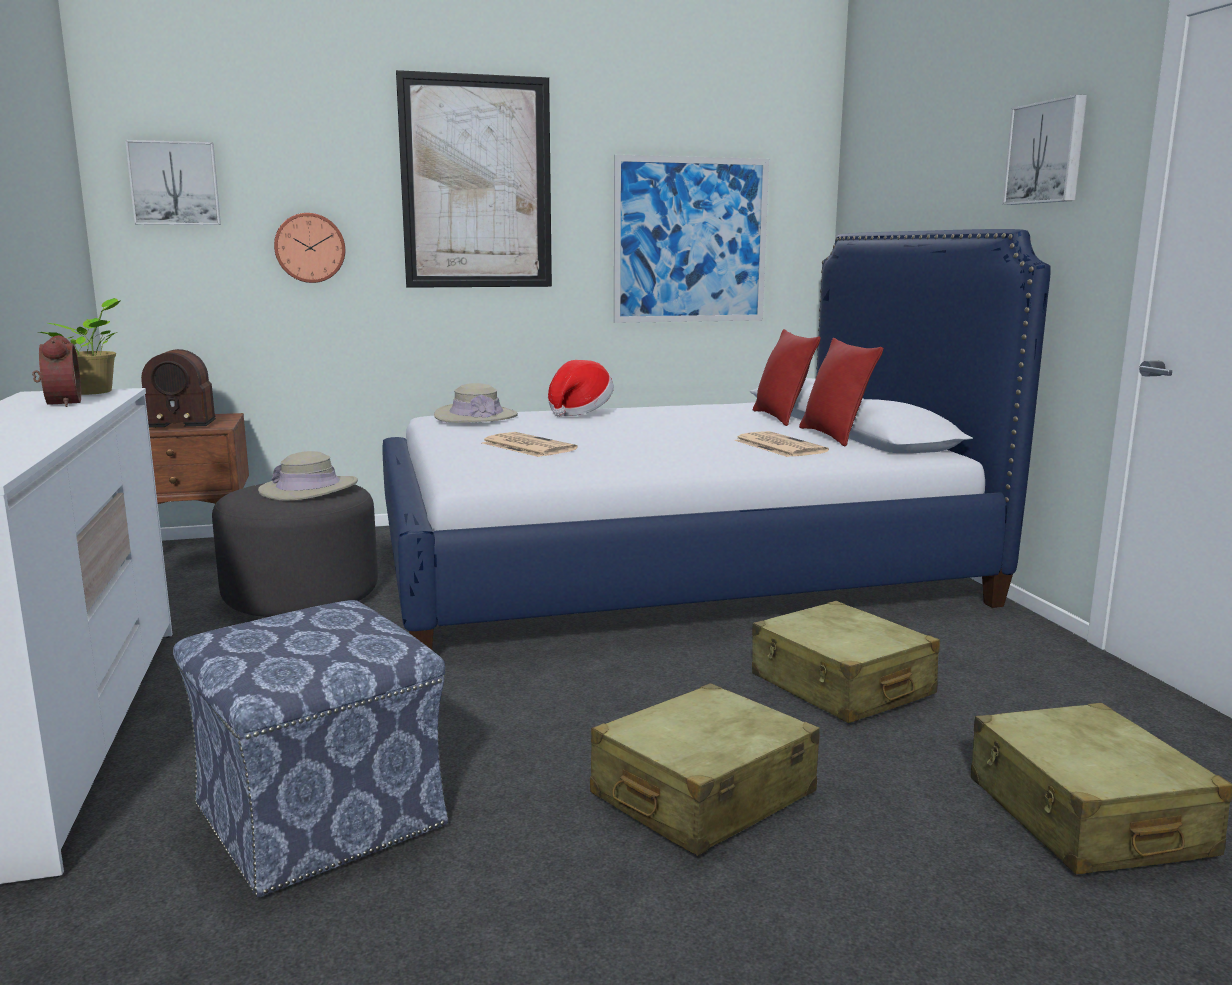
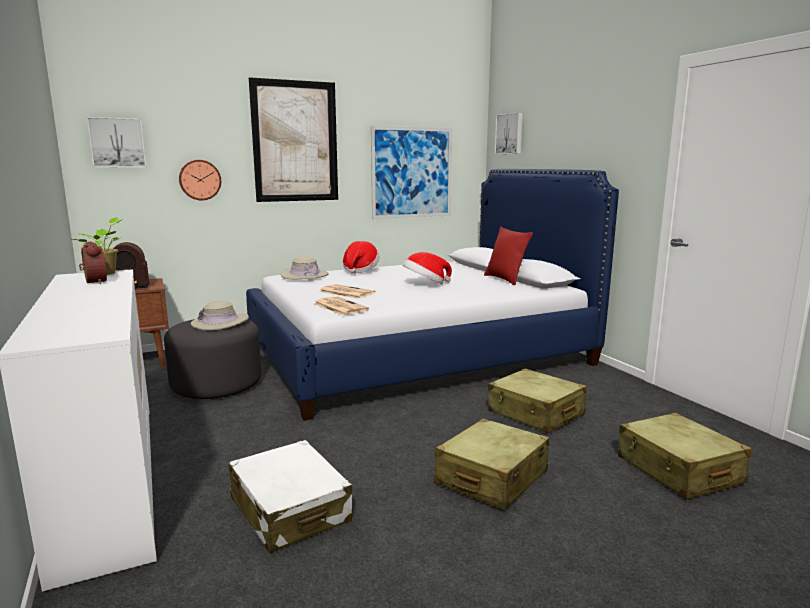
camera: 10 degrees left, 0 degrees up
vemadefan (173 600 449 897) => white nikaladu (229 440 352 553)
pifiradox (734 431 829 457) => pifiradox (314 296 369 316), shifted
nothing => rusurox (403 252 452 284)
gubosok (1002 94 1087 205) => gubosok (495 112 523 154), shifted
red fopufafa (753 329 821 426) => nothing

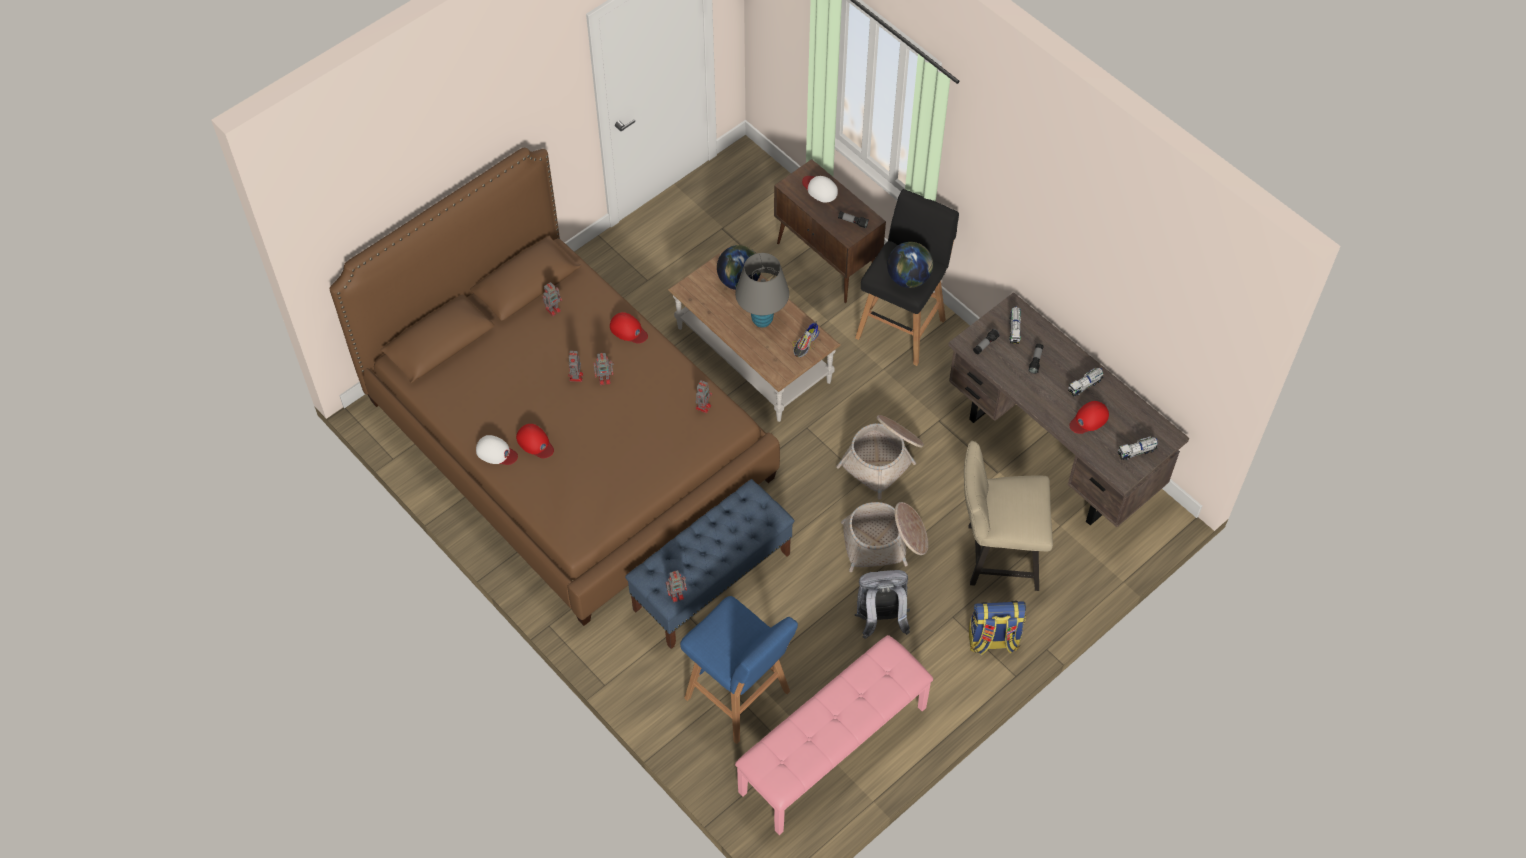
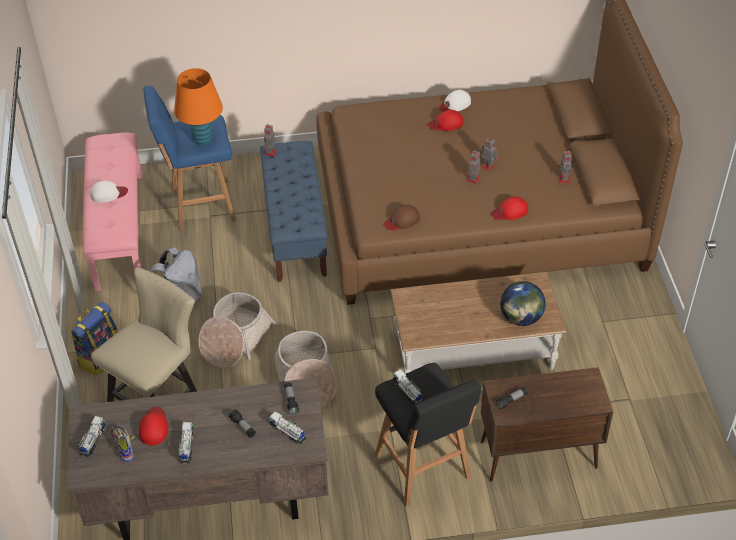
camera: 125 degrees right, 10 degrees down
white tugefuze (802 176 838 203) => white tugefuze (90 181 128 203), shifted
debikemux (792 321 819 357) => debikemux (111 425 135 462), shifted
nothing => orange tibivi (174 68 223 145)
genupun (695 380 712 413) => brown tugefuze (384 205 420 231)
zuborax (887 242 933 288) => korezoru (393 369 423 404)
grey tibivi (735 253 789 328) => nothing

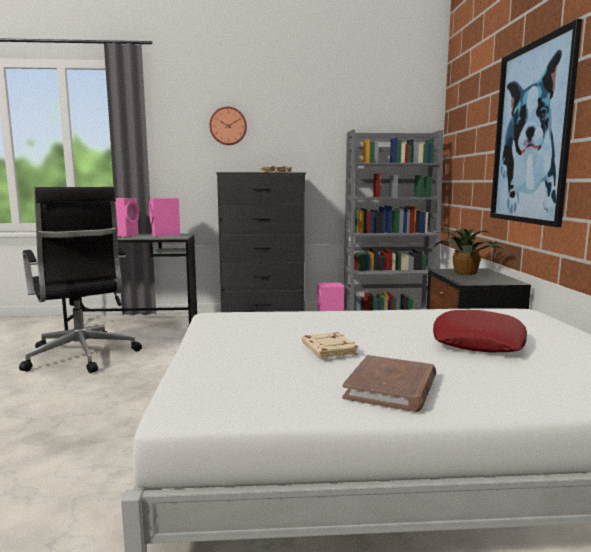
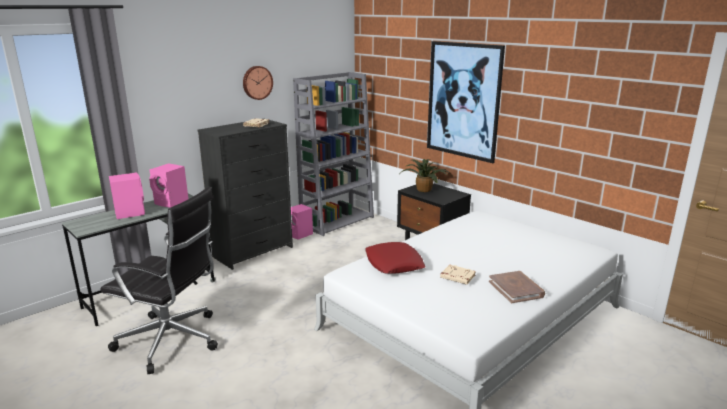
camera: 40 degrees left, 10 degrees up
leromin (209 107 247 145) => leromin (243 66 273 100), shifted
red fopufafa (433 310 527 353) => red fopufafa (366 242 425 274), shifted

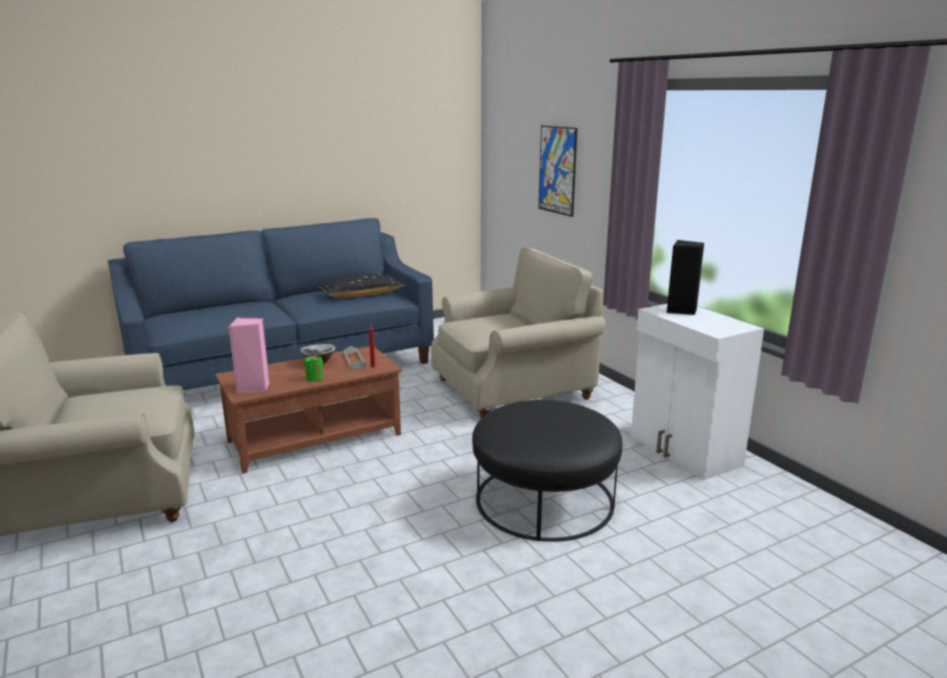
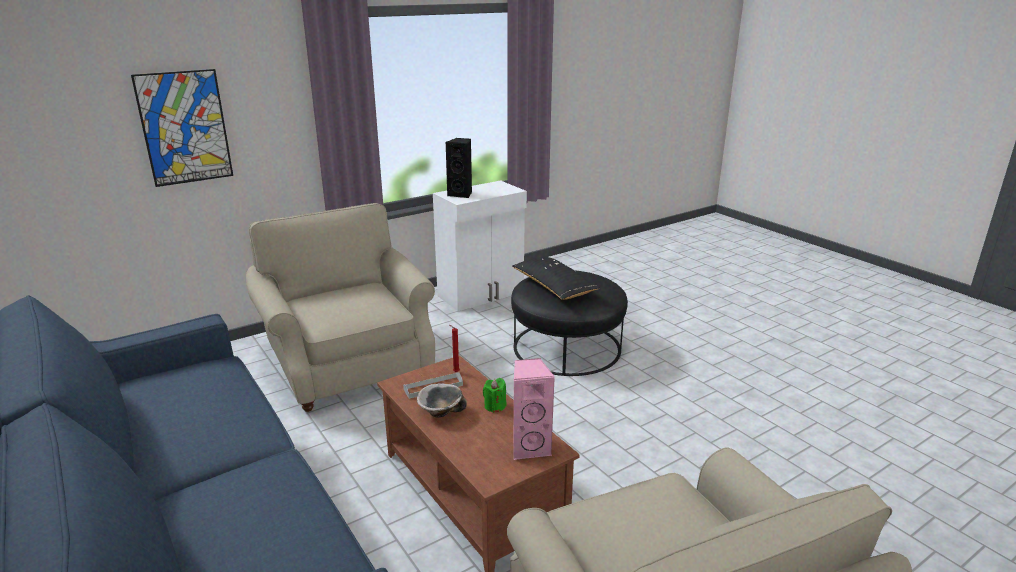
camera: 95 degrees left, 5 degrees up
black fopufafa (319 274 405 298) => black fopufafa (512 256 600 300), shifted

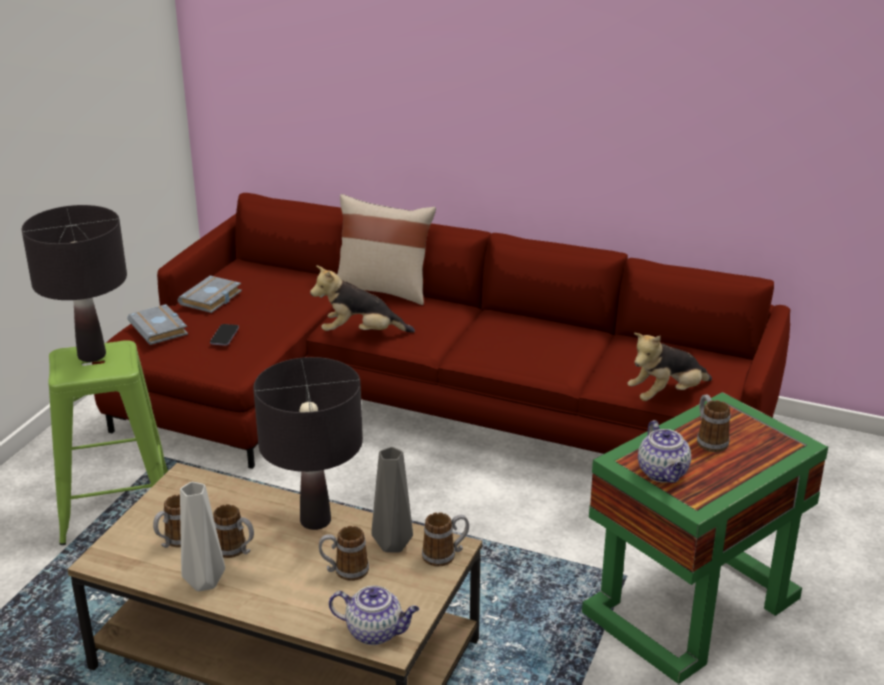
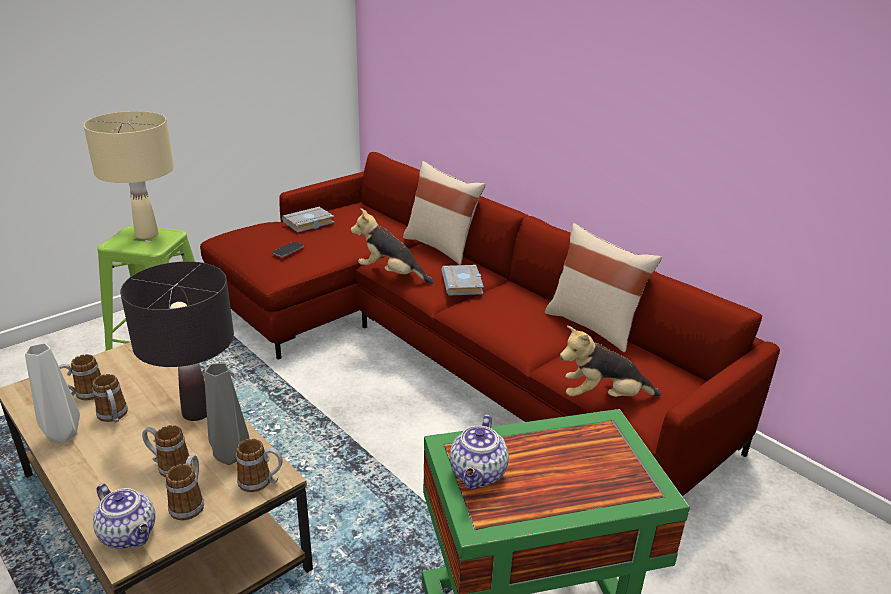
camera: 25 degrees right, 0 degrees up
black tibivi (22 205 127 362) => beige tibivi (84 111 174 239)
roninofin (697 394 730 452) => roninofin (166 455 204 520), shifted
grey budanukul (127 304 188 345) => grey budanukul (441 265 484 296), shifted
nothing => beige fopufafa (545 223 662 352)

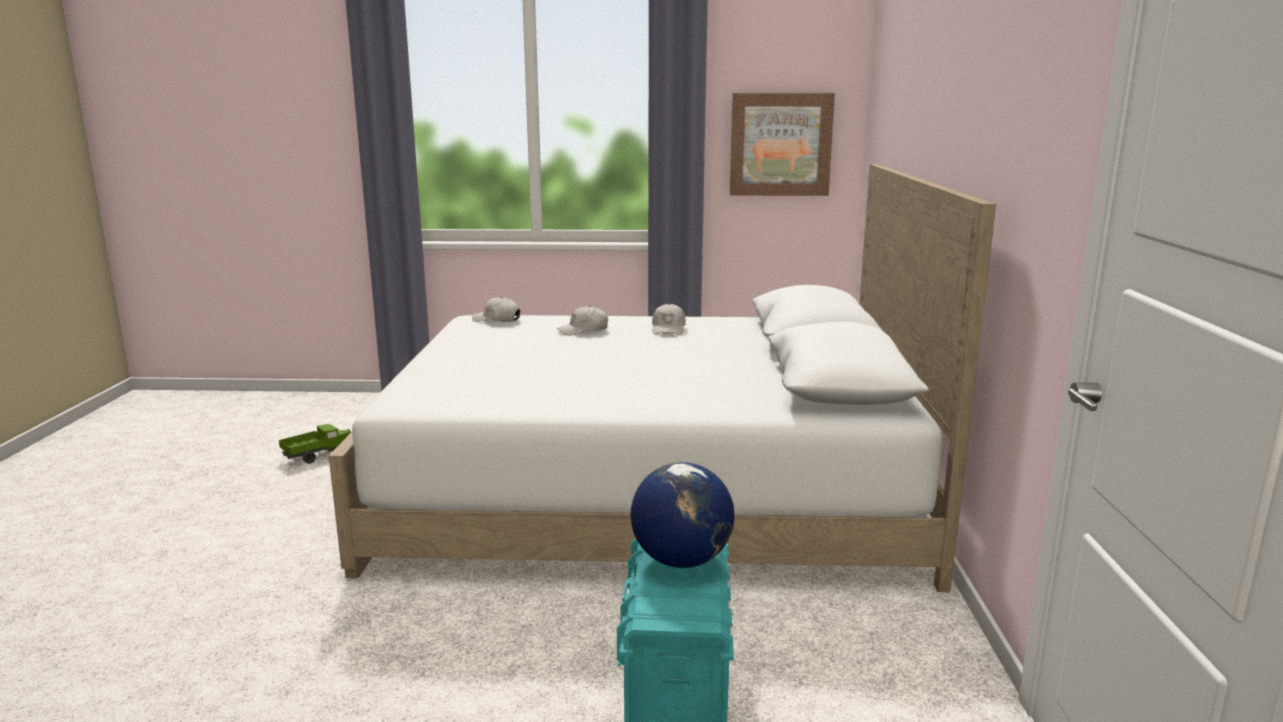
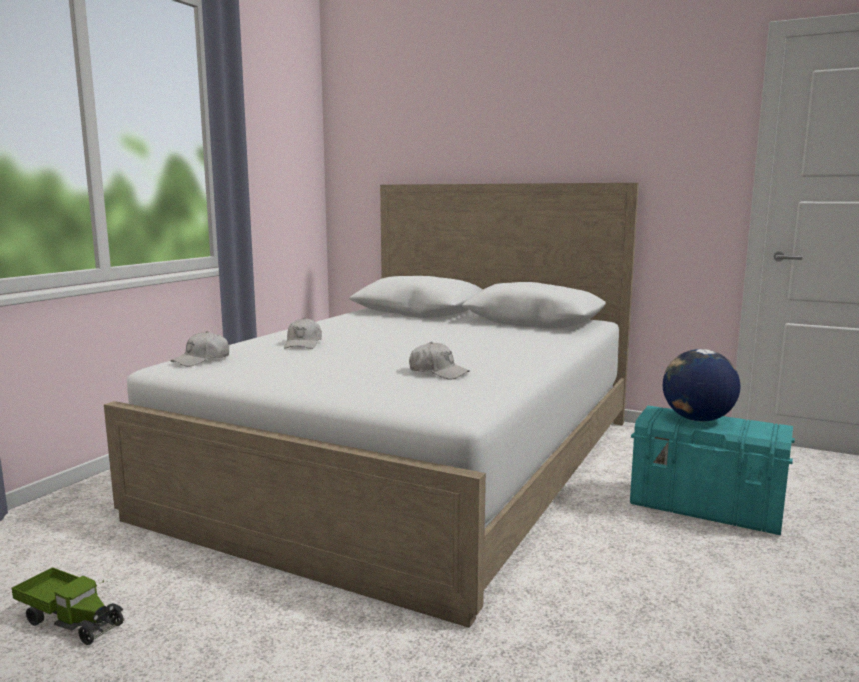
camera: 65 degrees left, 5 degrees down
korezoru (279 424 351 464) => korezoru (12 567 124 645), 135 degrees clockwise
white tugefuze (652 303 686 335) => white tugefuze (409 342 470 380), shifted
gubosok (730 93 835 196) => nothing

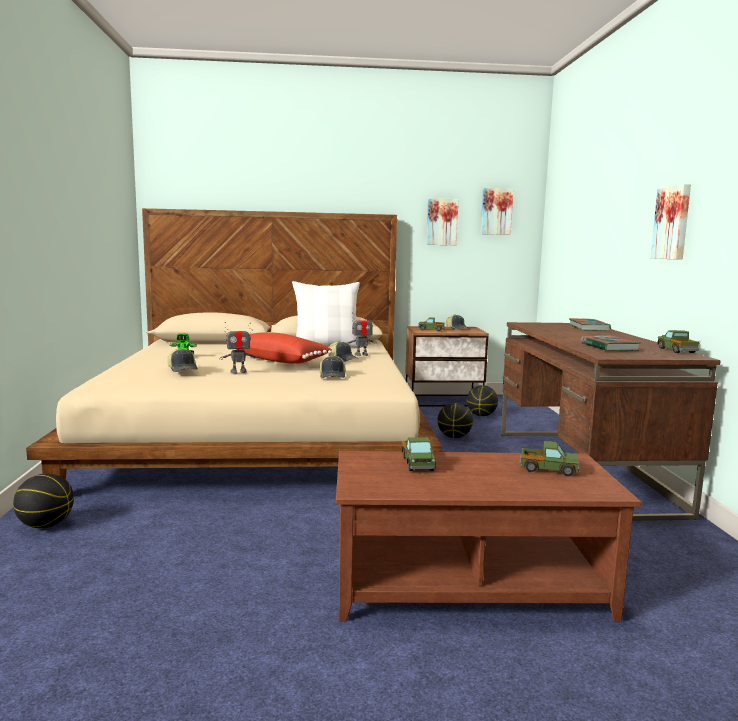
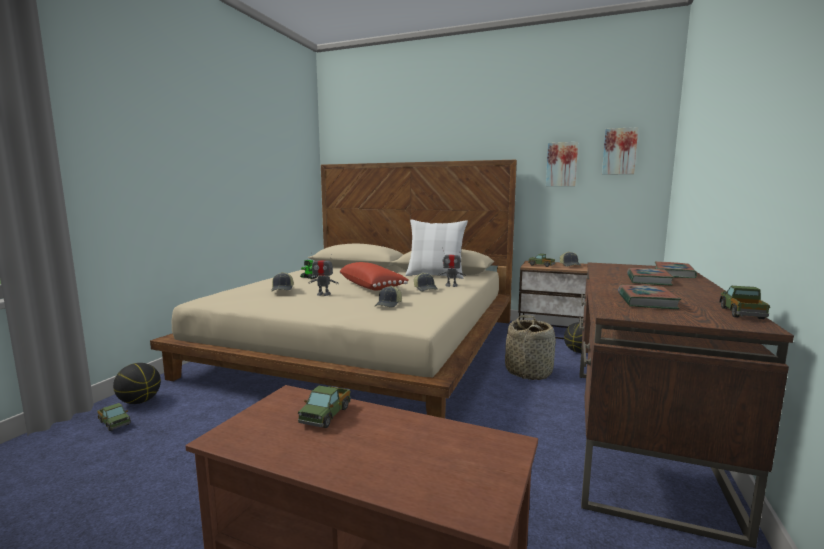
camera: 25 degrees right, 0 degrees up
korezoru (519 441 579 476) => korezoru (97 403 131 431), shifted
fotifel (437 403 473 438) => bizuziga (505 315 556 380)
nothing => budanukul (627 268 674 285)
gubosok (650 184 691 260) => nothing

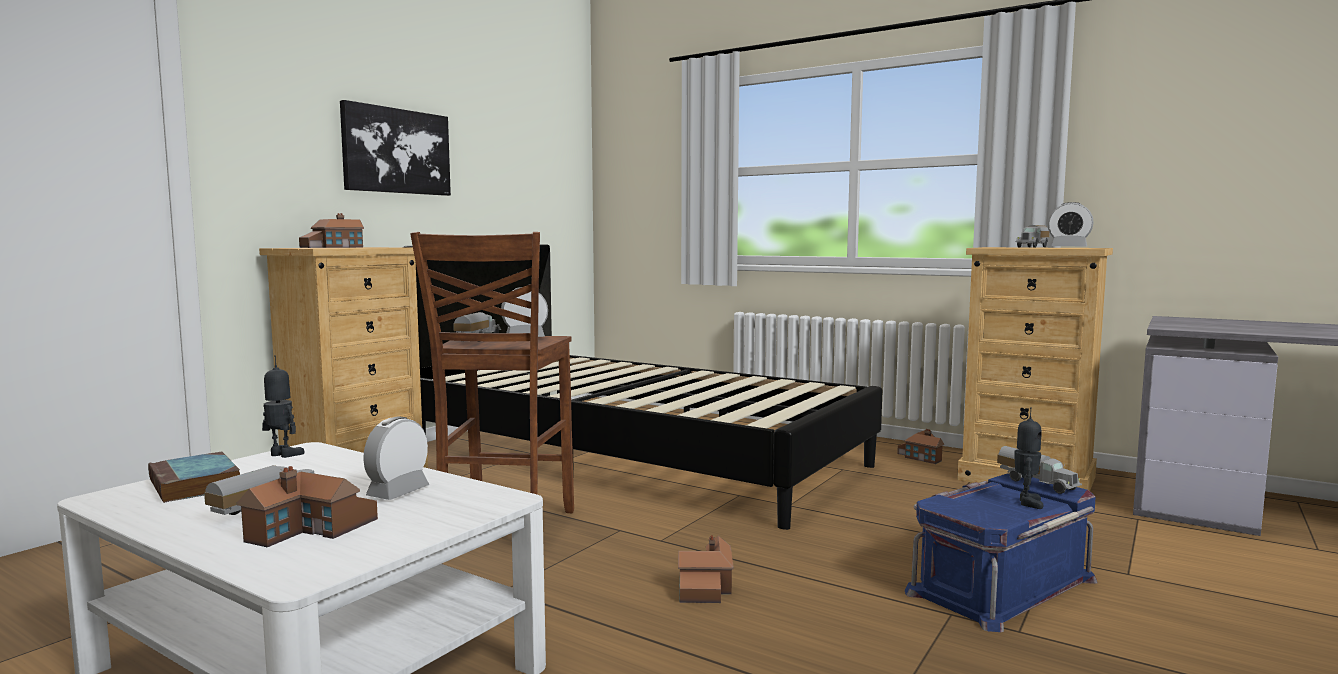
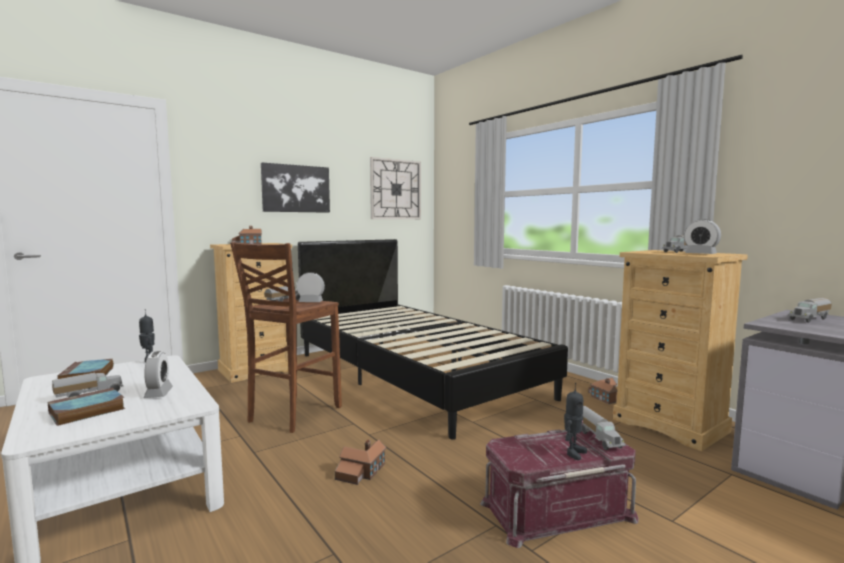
camera: 20 degrees right, 0 degrees up
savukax (237 466 378 547) => budanukul (48 388 125 426)
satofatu (363 417 429 500) => satofatu (143 351 173 398), 120 degrees clockwise
nothing => leromin (370 157 421 219)
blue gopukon (905 473 1098 632) => red gopukon (480 429 639 548)
nothing => korezoru (788 298 832 322)

